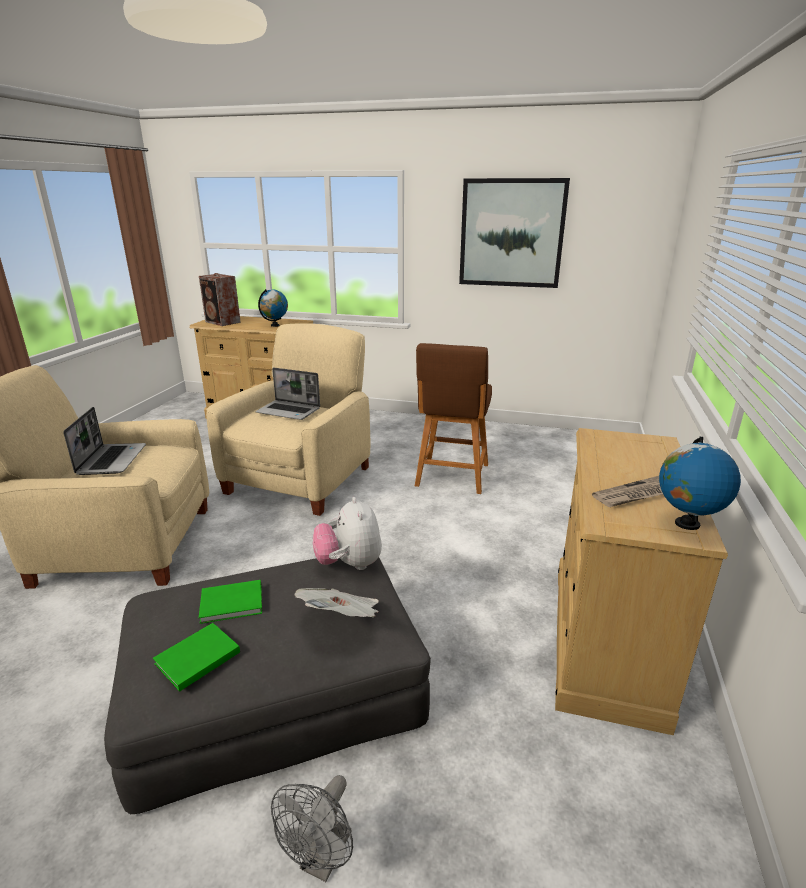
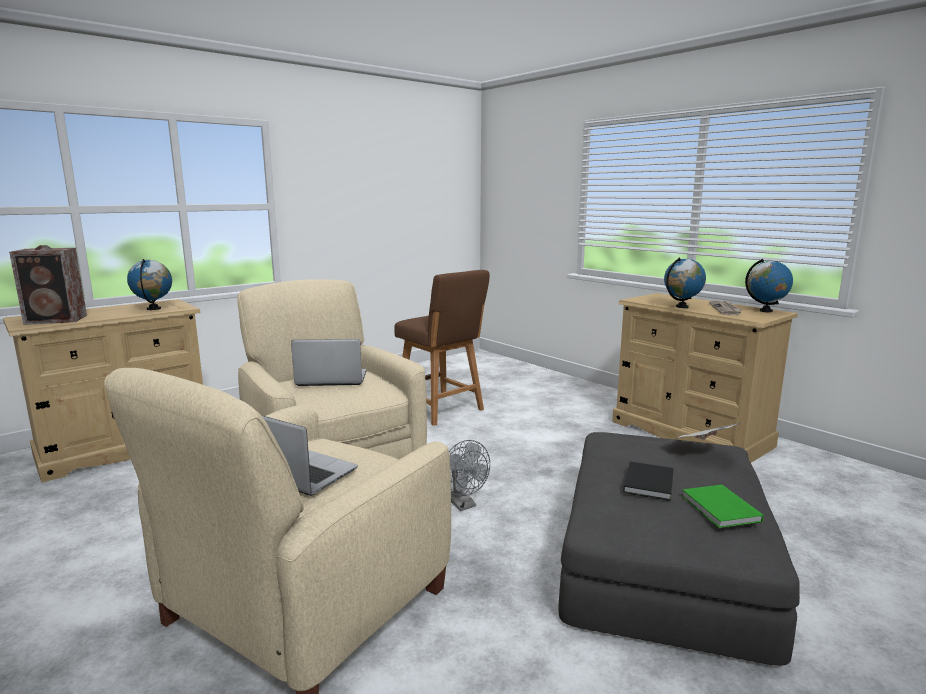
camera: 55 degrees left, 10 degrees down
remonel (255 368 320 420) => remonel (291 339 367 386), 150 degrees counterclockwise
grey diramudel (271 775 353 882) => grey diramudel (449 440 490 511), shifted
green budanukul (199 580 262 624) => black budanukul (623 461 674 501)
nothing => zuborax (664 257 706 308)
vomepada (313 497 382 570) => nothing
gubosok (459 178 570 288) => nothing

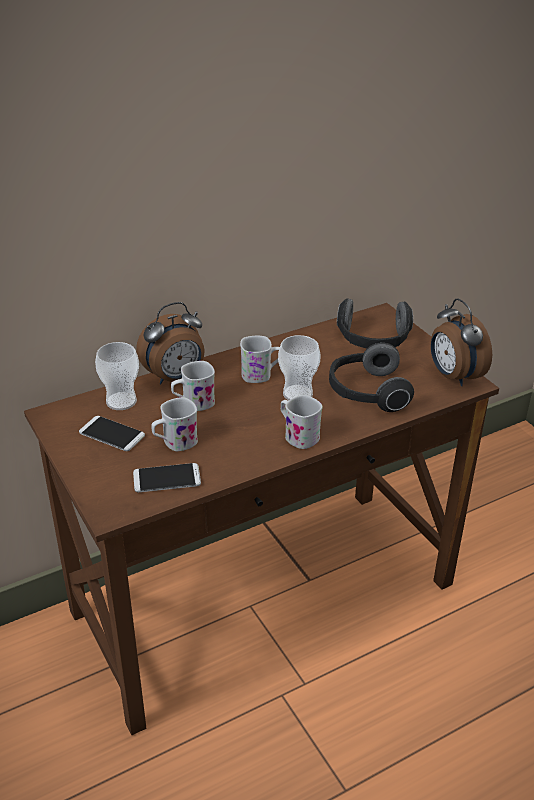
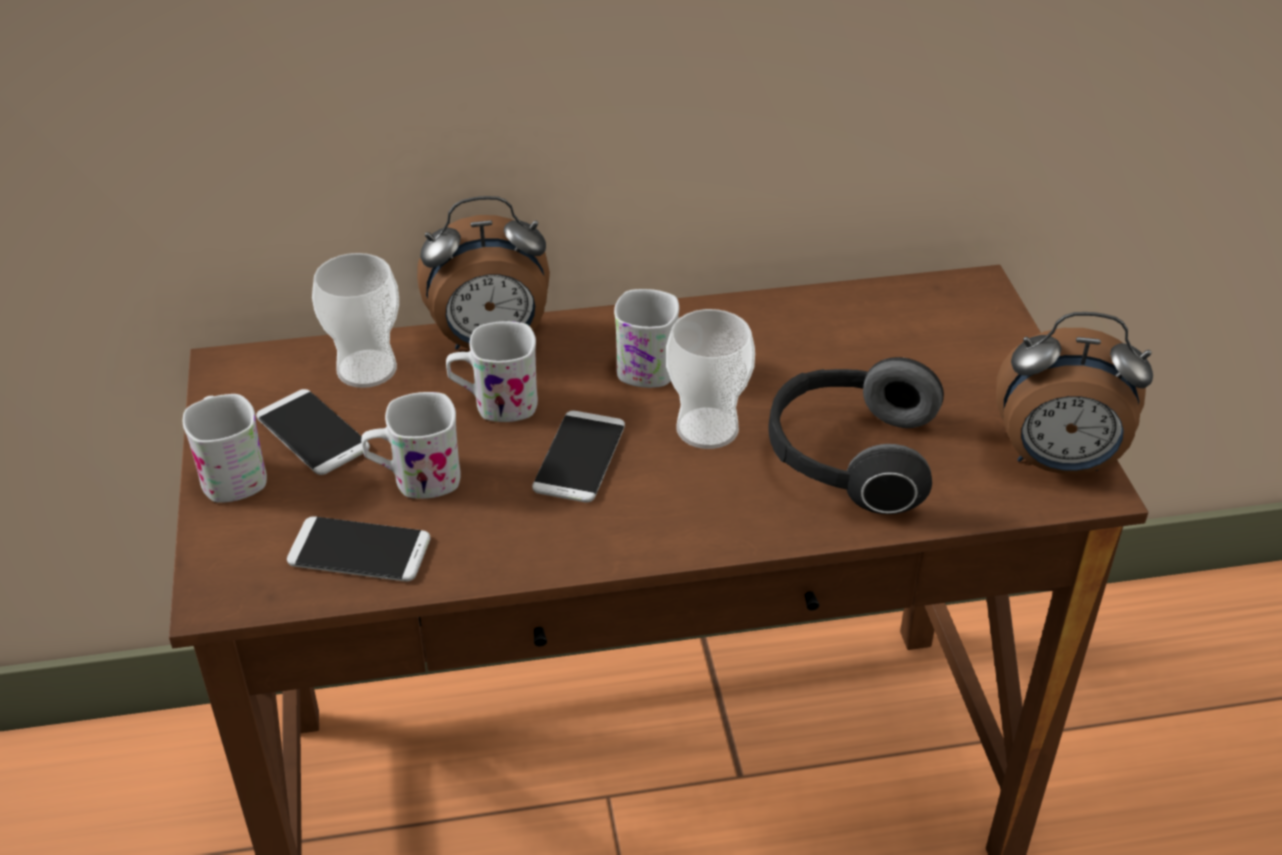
camera: 20 degrees right, 5 degrees up
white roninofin (281 395 323 449) => white roninofin (183 394 267 503), shifted
nothing => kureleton (532 411 625 503)
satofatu (431 298 492 386) => satofatu (996 312 1153 474), 75 degrees counterclockwise
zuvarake (337 298 413 348) => nothing

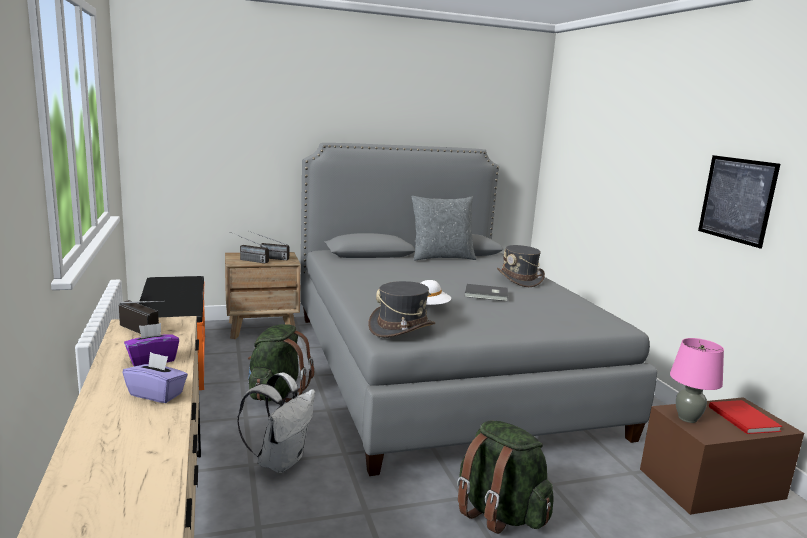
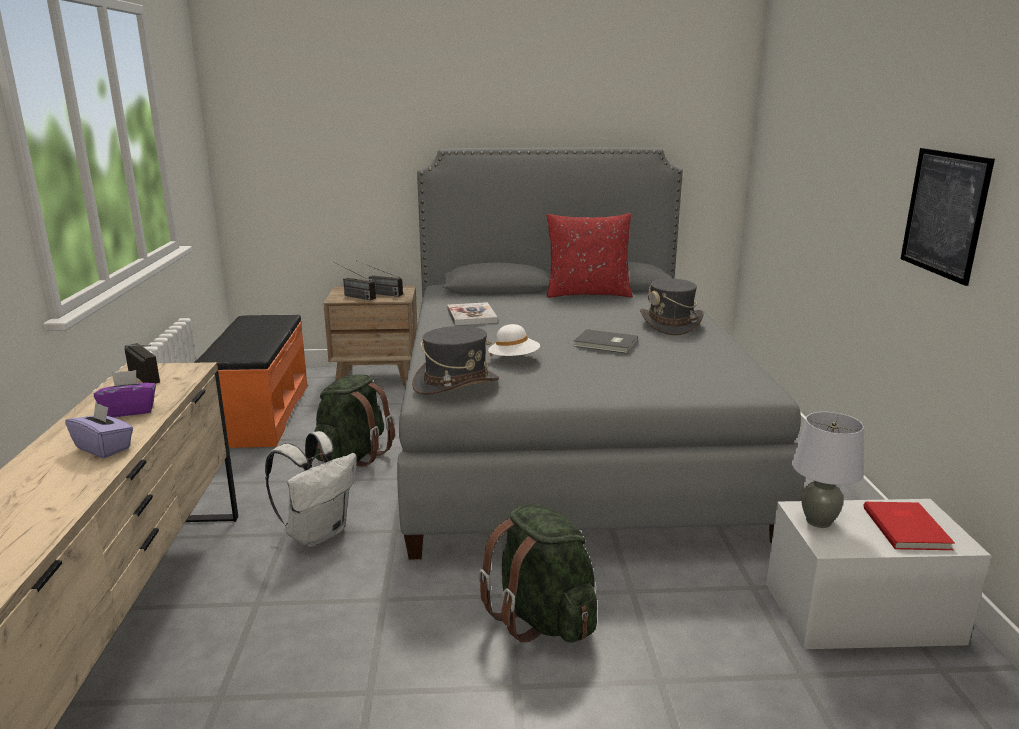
camera: 15 degrees right, 5 degrees up
nothing => budanukul (447 302 498 325)
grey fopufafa (412 196 476 260) => red fopufafa (546 213 633 298)
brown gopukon (640 397 804 515) => white gopukon (766 499 991 649)
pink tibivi (670 338 724 423) => grey tibivi (792 412 864 528)

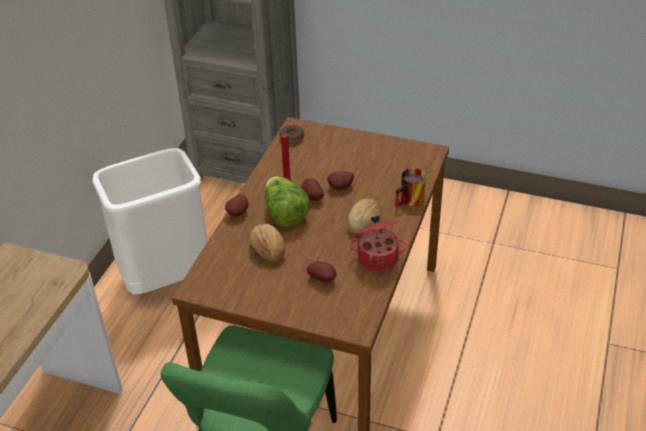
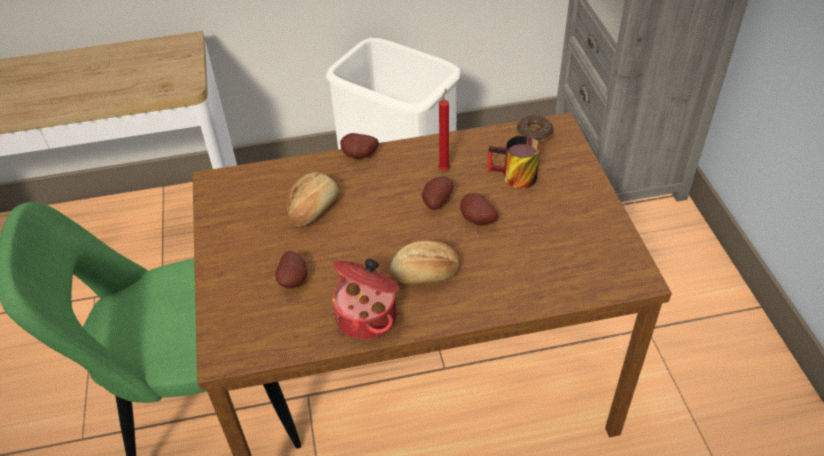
camera: 60 degrees right, 5 degrees up
roninofin (395 168 426 207) => roninofin (487 136 540 189), shifted
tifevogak (265 177 310 227) => nothing

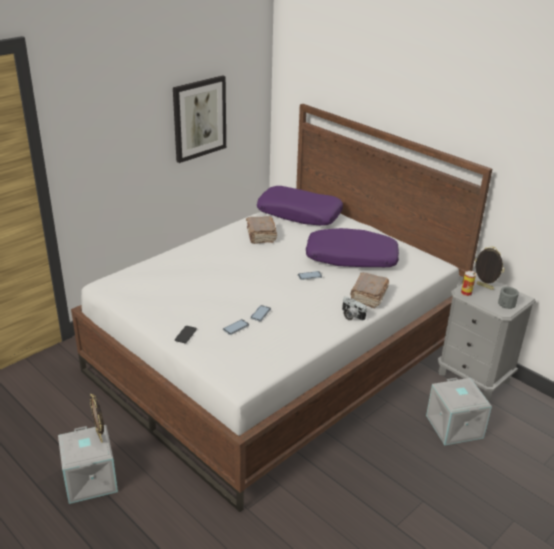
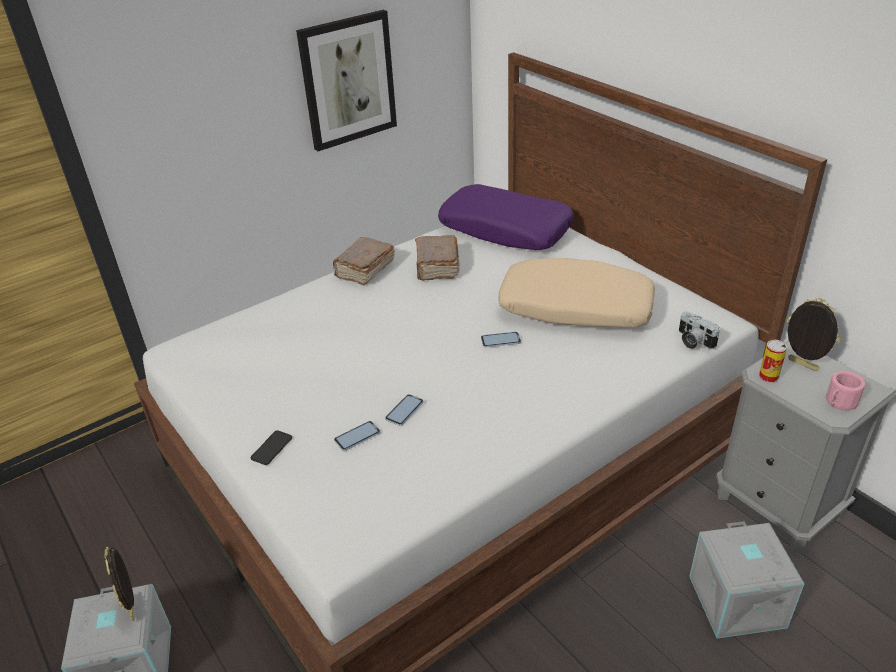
camera: 10 degrees right, 5 degrees up
brown budanukul (350 273 389 308) => brown budanukul (333 237 395 286), shifted
purple fopufafa (306 228 399 267) => beige fopufafa (498 258 655 328)
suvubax (342 297 367 321) => suvubax (679 311 720 349), shifted
grey roninofin (498 287 519 309) => pink roninofin (826 371 865 411)

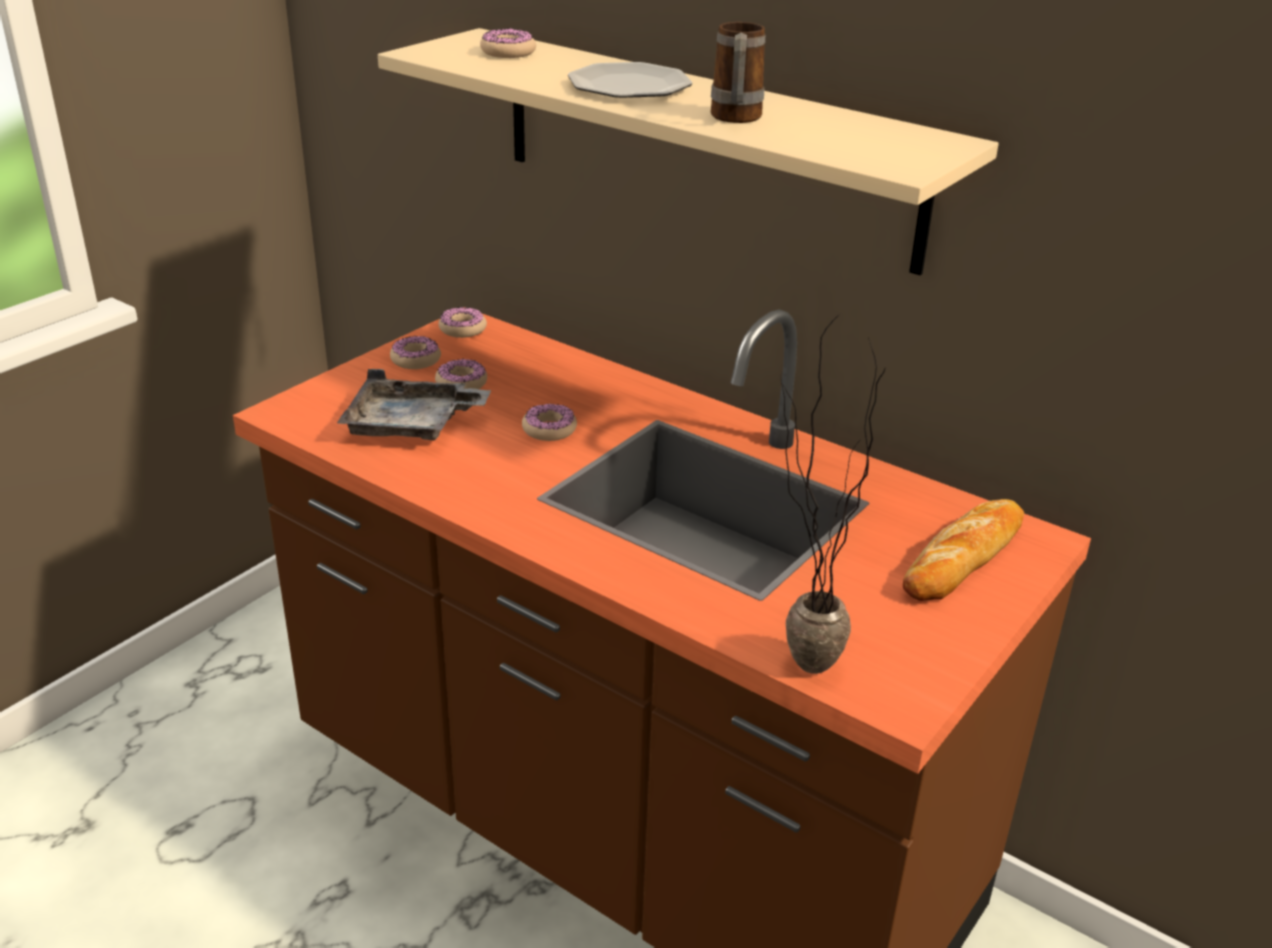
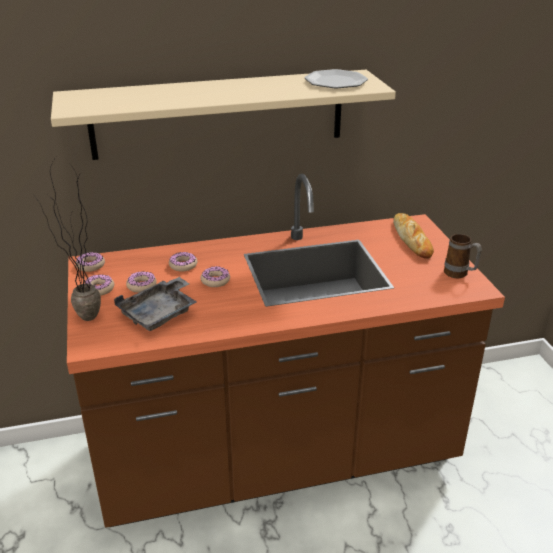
camera: 50 degrees left, 0 degrees up
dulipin (781 314 885 674) => dulipin (34 157 101 321), shifted
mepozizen (480 28 536 58) => mepozizen (169 252 197 272), shifted
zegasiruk (568 62 692 98) => zegasiruk (304 69 368 88), shifted
roninofin (711 22 765 123) => roninofin (444 234 482 278), shifted

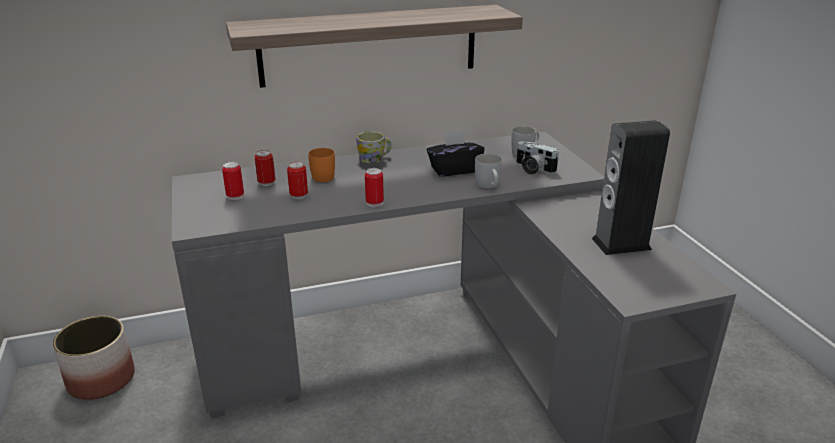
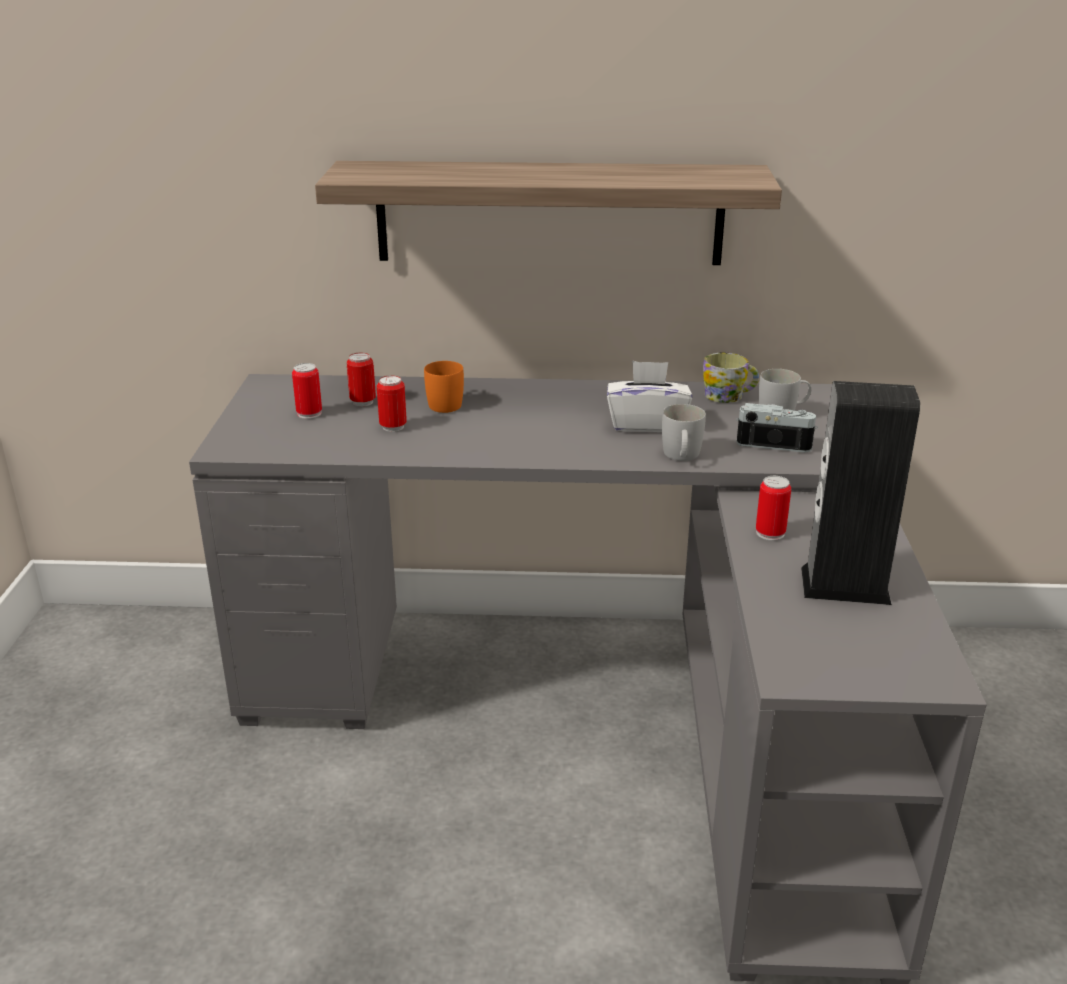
camera: 20 degrees right, 0 degrees up
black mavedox (427 130 485 177) => white mavedox (607 361 692 432)
roninofin (356 132 392 163) => roninofin (703 353 759 403), shifted
suvubax (516 141 559 175) => suvubax (736 403 818 452), 135 degrees clockwise
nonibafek (365 168 384 207) => nonibafek (756 476 791 541), shifted
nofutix (53 316 135 400) => nothing

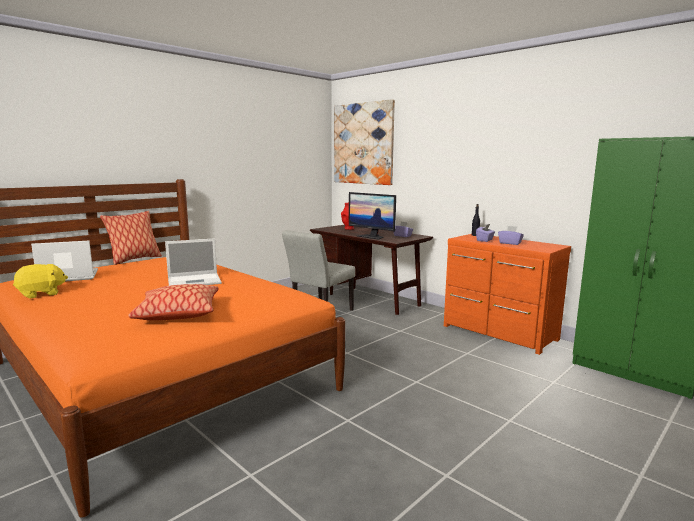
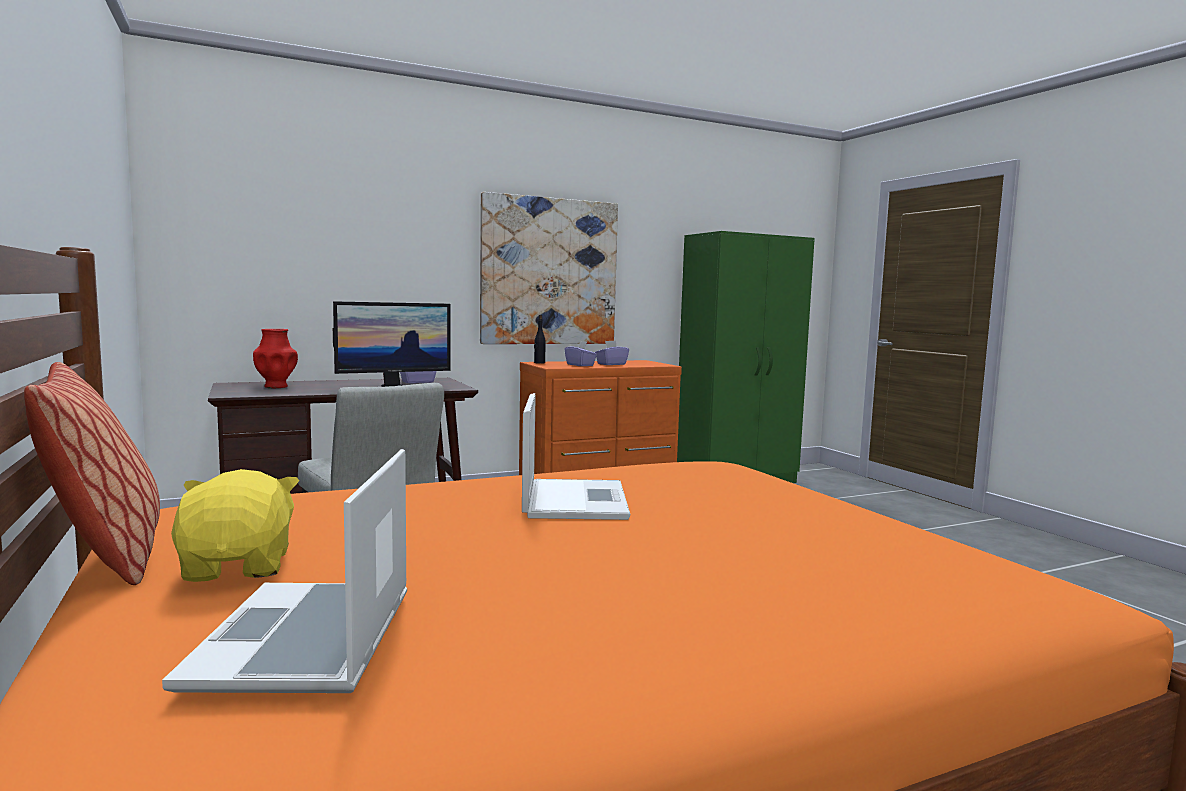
camera: 70 degrees left, 5 degrees down
yellow vomepada (13 264 68 299) => yellow vomepada (171 469 299 582), shifted
gubosok (334 99 395 185) => gubosok (480 192 618 344), shifted
fopufafa (128 284 218 320) => nothing

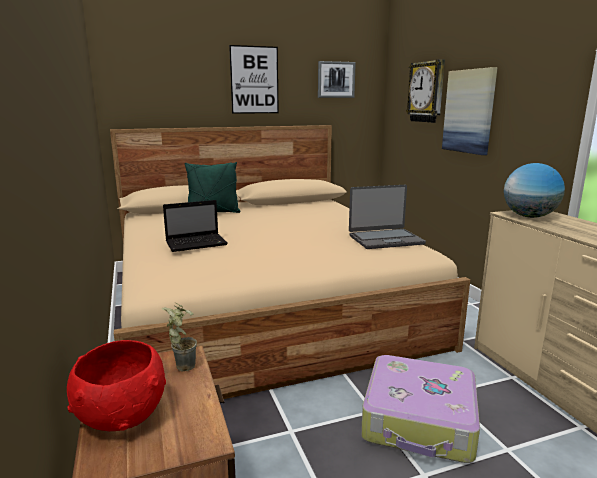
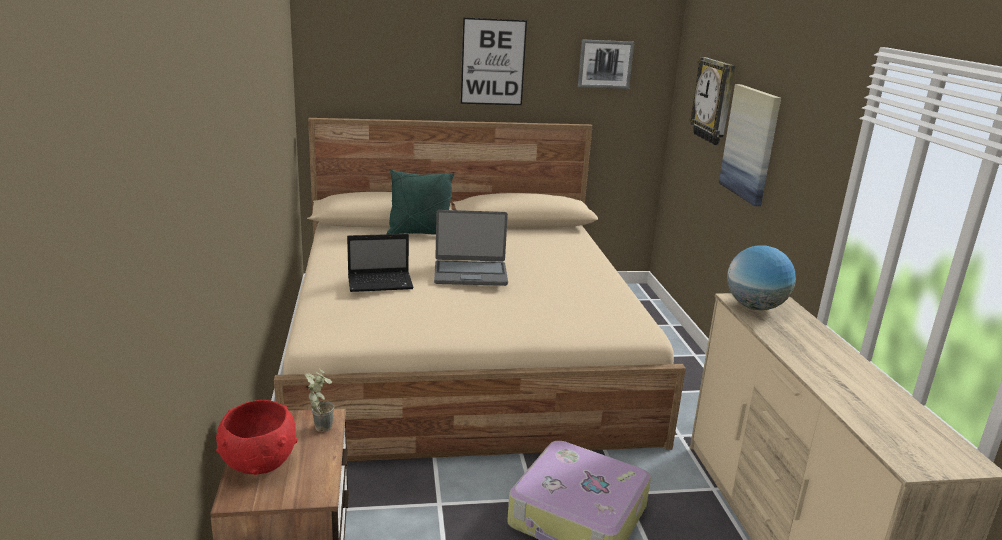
camera: 10 degrees right, 5 degrees up
remonel (349 185 426 249) => remonel (434 210 508 286), shifted

